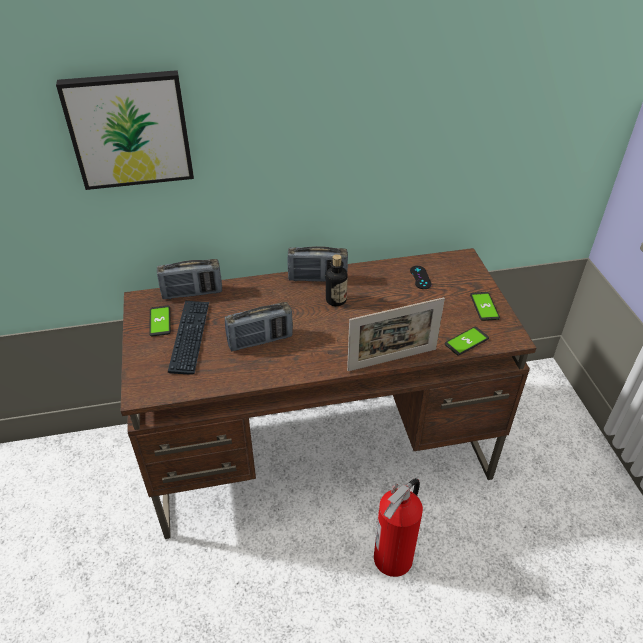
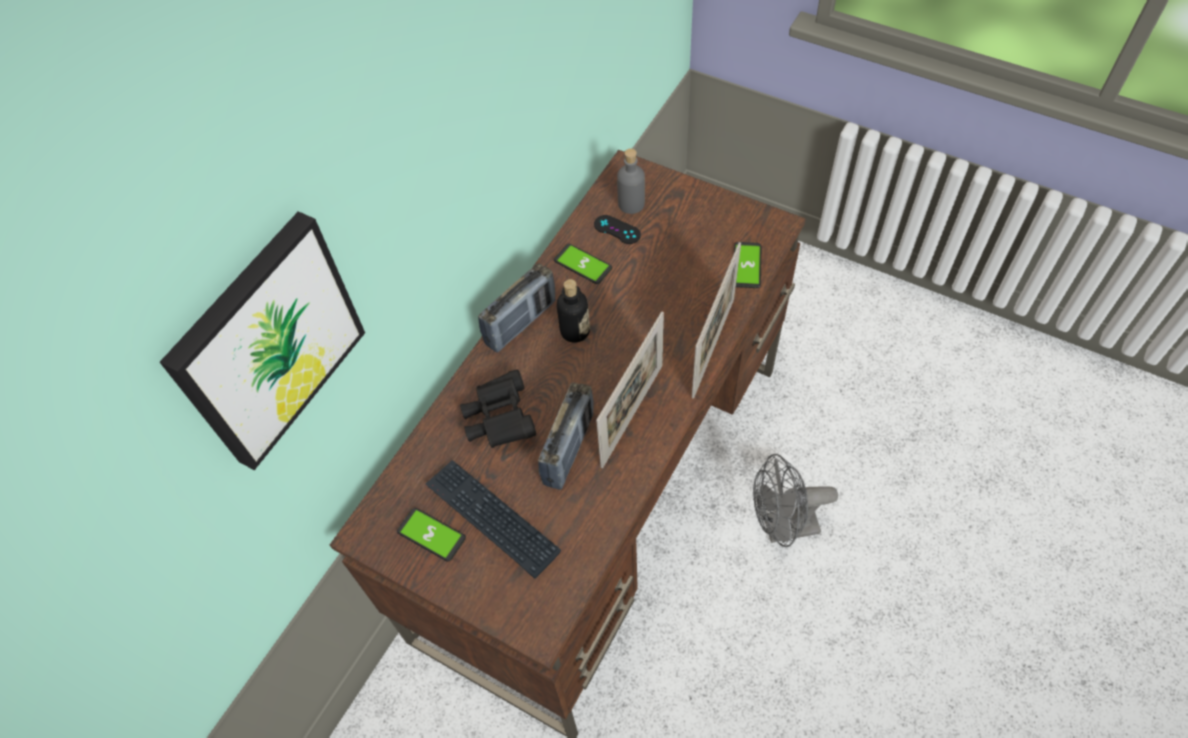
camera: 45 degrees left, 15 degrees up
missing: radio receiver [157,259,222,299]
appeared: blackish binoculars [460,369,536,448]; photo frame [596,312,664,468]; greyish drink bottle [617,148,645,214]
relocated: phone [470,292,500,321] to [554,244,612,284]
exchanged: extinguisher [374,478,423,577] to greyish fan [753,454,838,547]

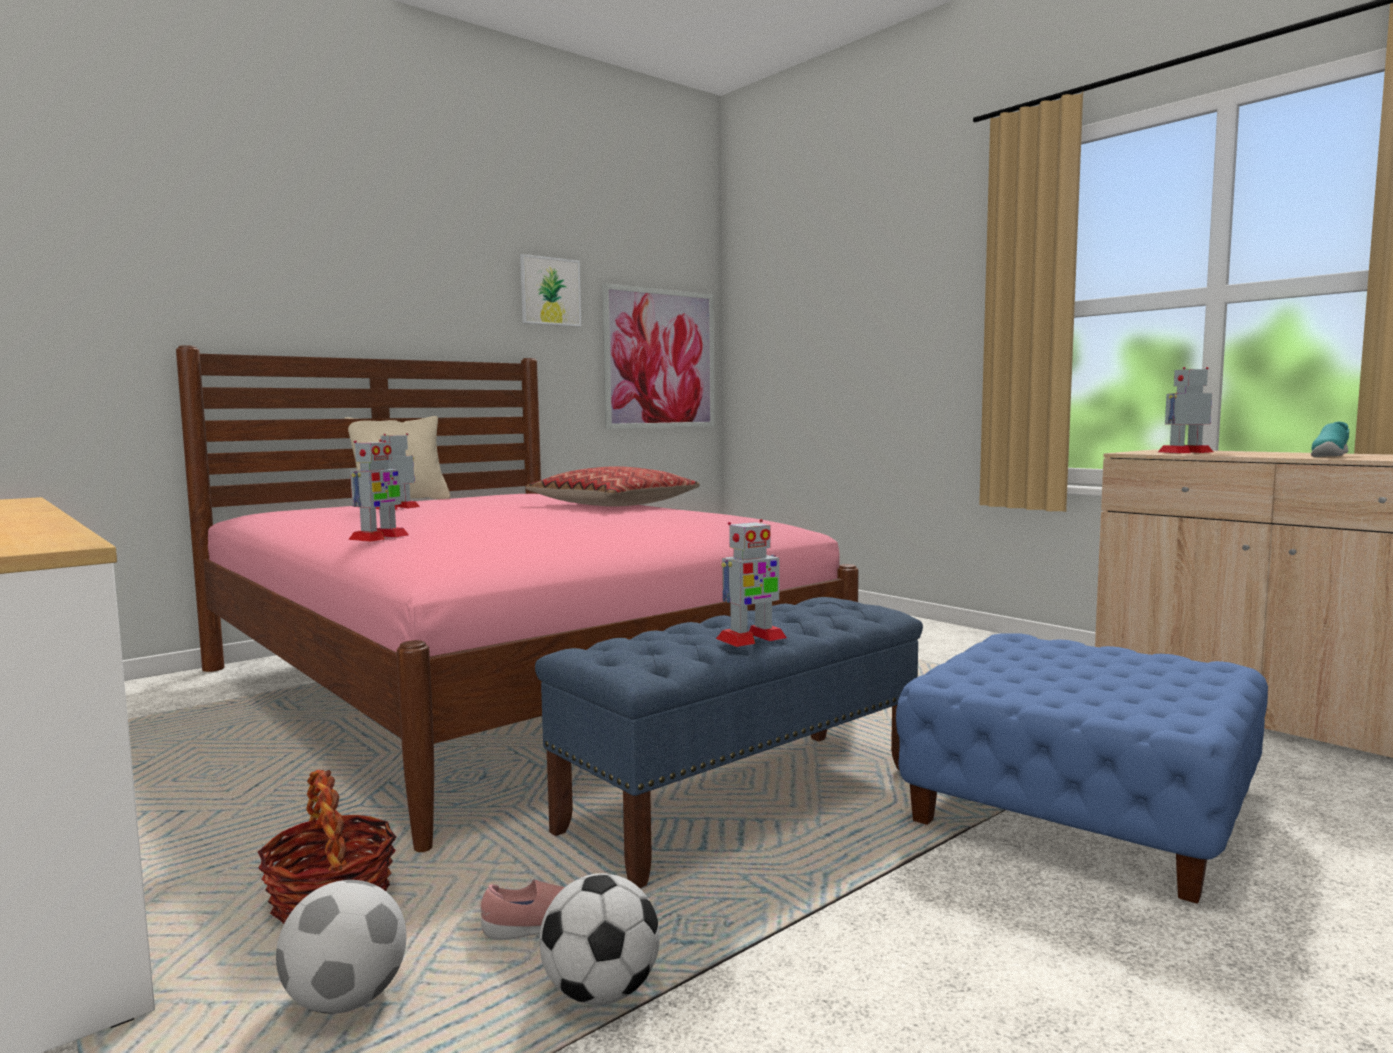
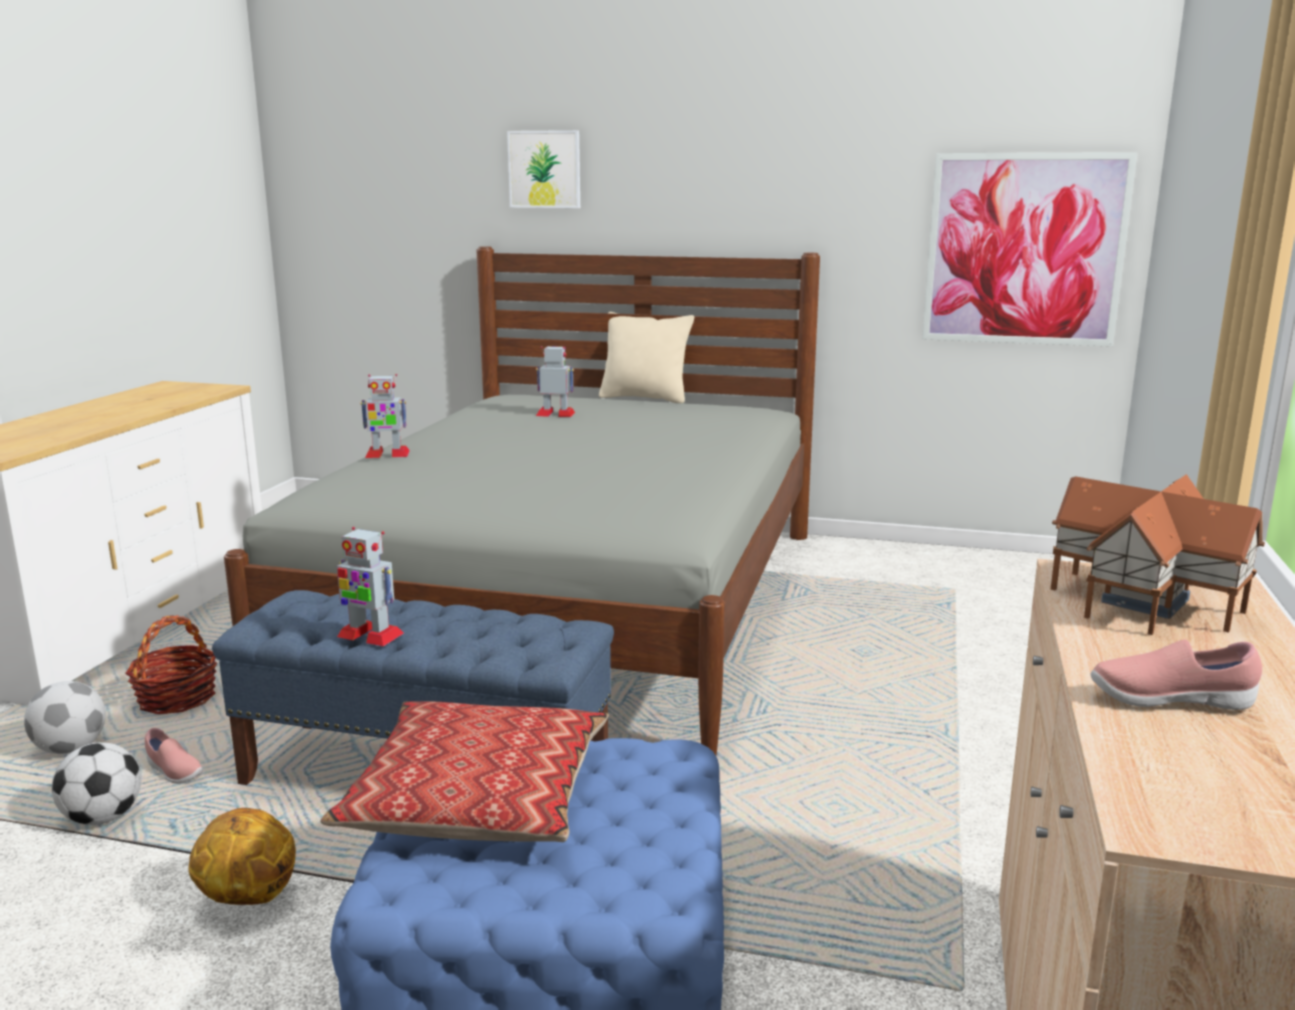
camera: 55 degrees right, 10 degrees up
appeared: ball for basketball [188,808,296,905]
relocated: throw pillow [526,466,700,507] to [320,701,609,842]; picture [520,254,581,327] to [507,130,580,208]
exchanged: robot figure [1158,367,1213,453] to toy house [1051,474,1265,635]
colour: pink-coloured bed [176,345,859,852] to greyish bed [224,246,820,755]; turquoise shoe [1311,422,1349,457] to pink-coloured shoe [1091,639,1262,710]

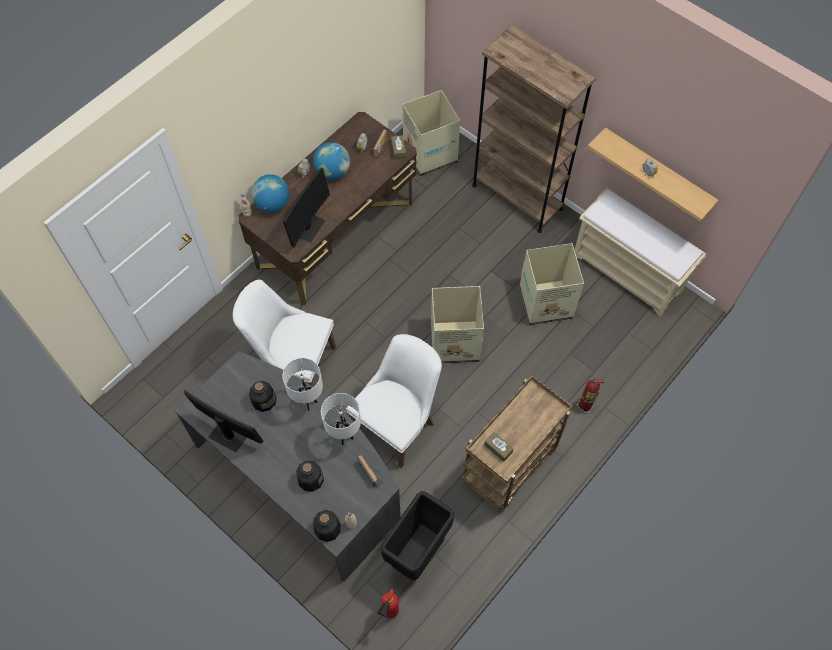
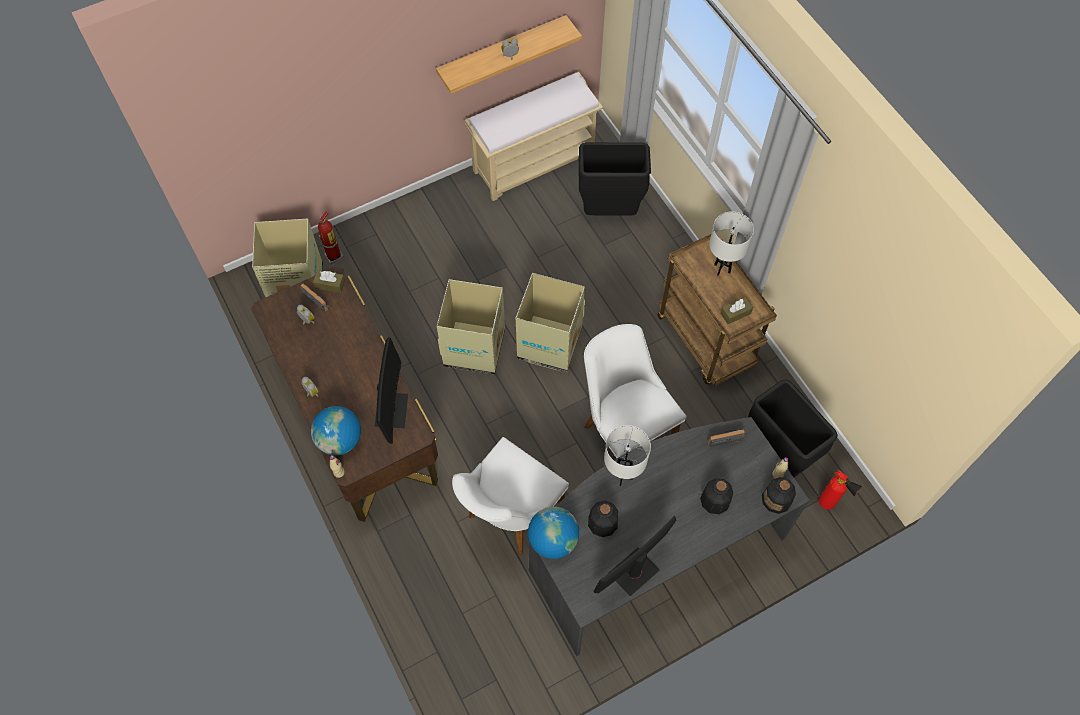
camera: 70 degrees left, 0 degrees up
missing: brown-coloured shelving unit [472,25,596,233]
appeared: blackish waste bin [578,142,651,215]
relocated: extinguisher [576,379,605,414] to [318,211,343,264]; packing box [519,243,584,325] to [437,279,505,375]; globe [313,142,350,180] to [528,507,579,559]; white-coloured tabletop lamp [321,393,361,445] to [709,212,754,275]
spun: computer display [283,168,330,248] = [374,337,408,444] 45 degrees clockwise

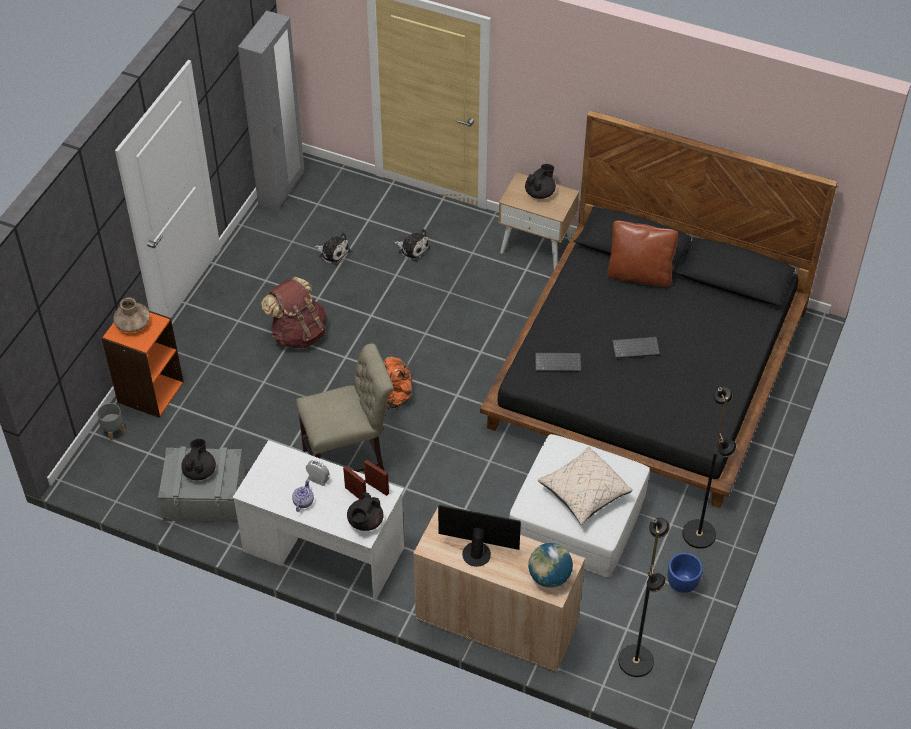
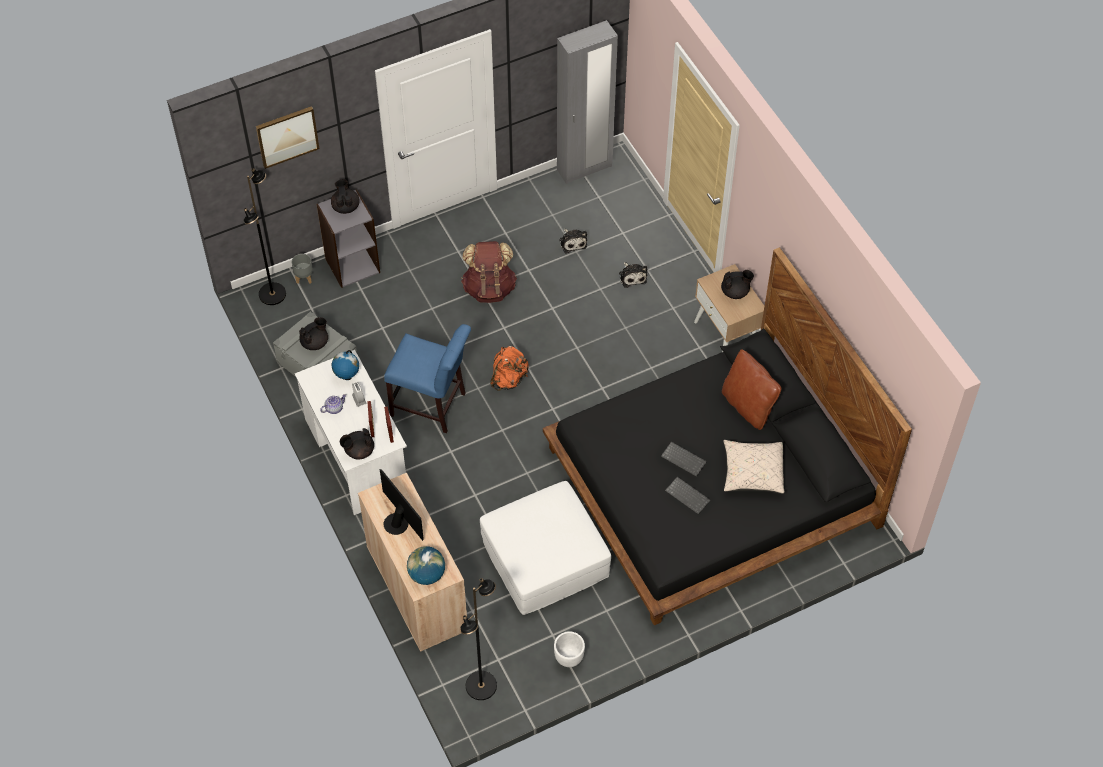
camera: 40 degrees right, 5 degrees up
appeared: picture [256,106,319,169]; globe [332,350,359,380]
relocated: blackish floor lamp [682,386,737,549] to [244,168,286,305]; keyboard [535,353,581,372] to [665,477,711,514]; beige throw pillow [538,447,632,525] to [723,440,785,494]
exchanged: brown-coloured vase [113,298,150,332] to blackish pot for tea [331,179,360,214]
colour: orange-coloured shelving unit [101,311,184,418] to greyish shelving unit [316,189,380,288]; beige upright chair [296,343,394,472] to blue-coloured upright chair [384,324,471,433]; blue-coloured plant pot [668,553,703,593] to white-coloured plant pot [554,631,585,667]

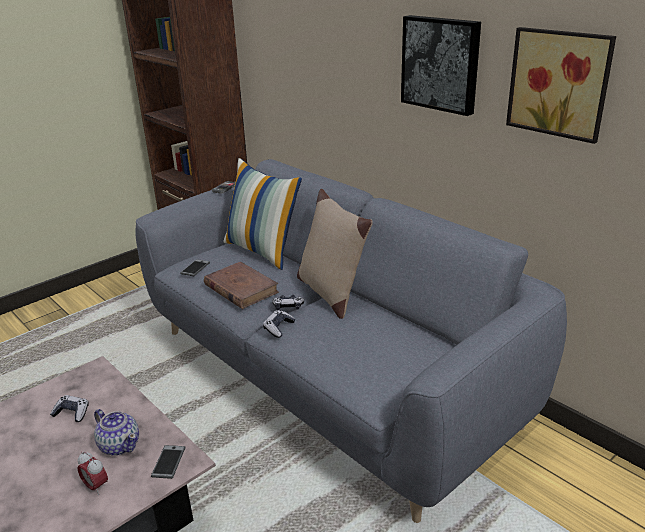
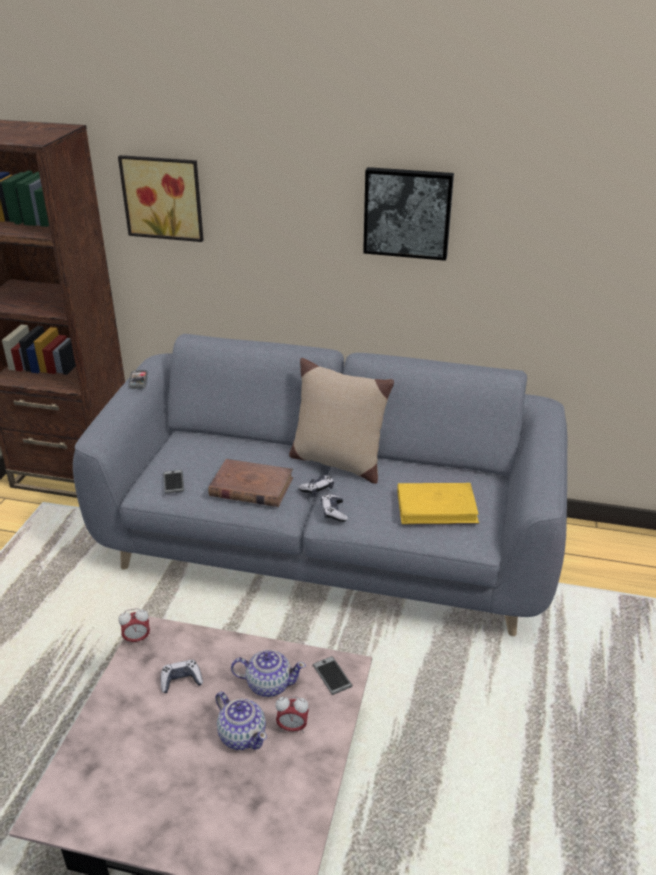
camera: 35 degrees left, 5 degrees up
missing: throw pillow [224,158,302,270]
appeared: table clock [118,608,150,645]; pot for tea [216,692,267,750]; yellowish volume [397,483,479,524]
relocated: picture [506,27,616,144] to [118,155,204,242]

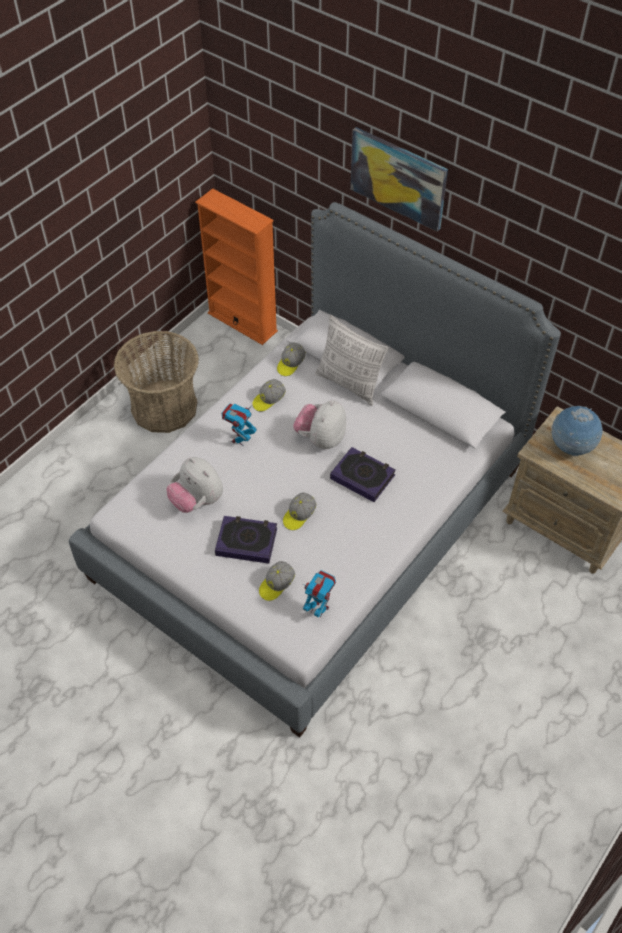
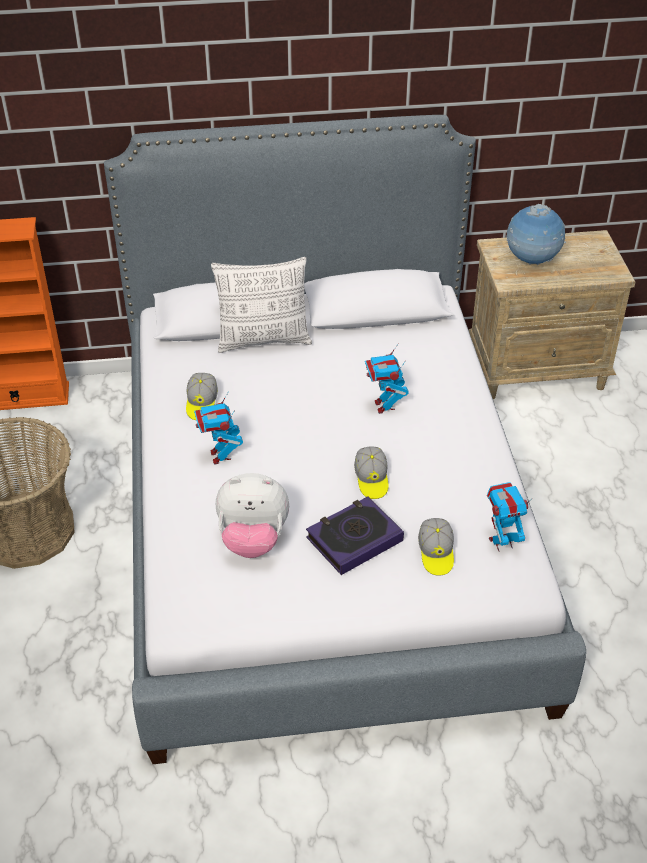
camera: 45 degrees left, 10 degrees down
missing: cap [277,342,306,376]; cuddly toy [293,400,346,449]; picture [350,127,448,231]
exchanged: volume [330,447,396,502] to robot figure [365,343,409,414]

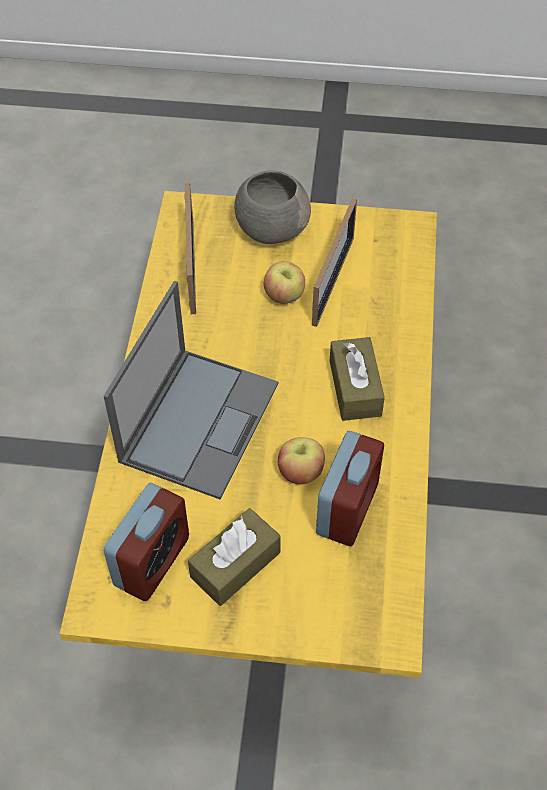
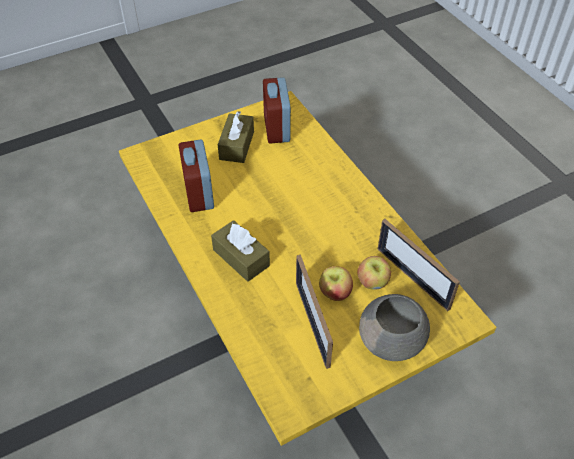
camera: 145 degrees right, 5 degrees down
missing: portable computer [104,281,279,499]
relocated: apple [278,437,325,485] to [357,256,391,290]

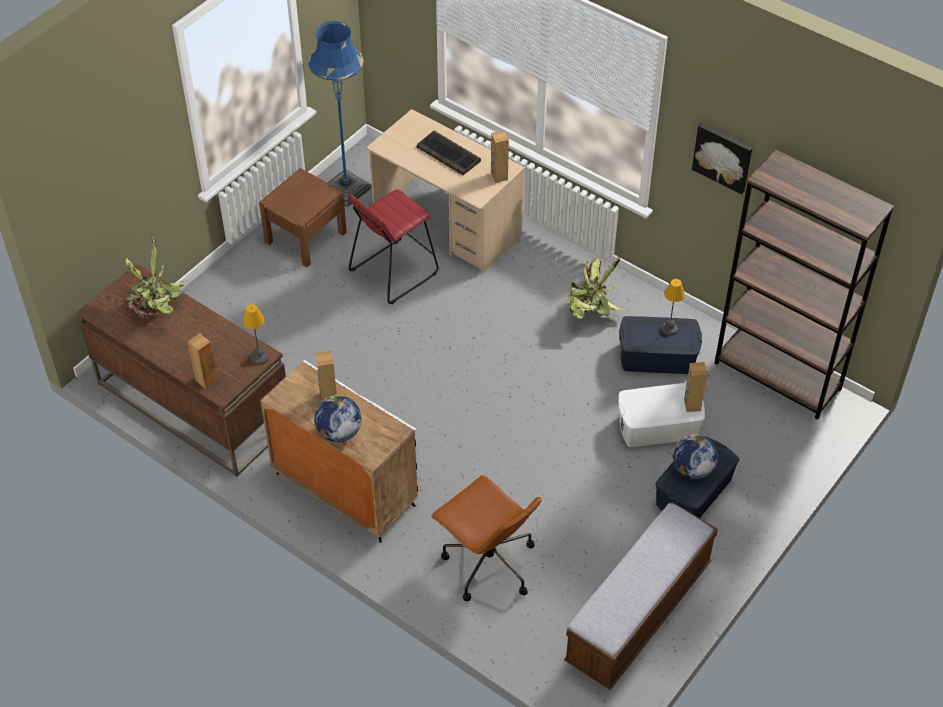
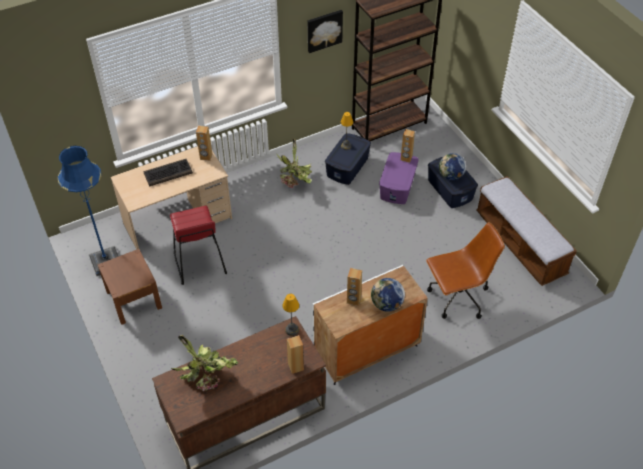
camera: 65 degrees left, 0 degrees up
colour: white-coloured storage box [618,383,705,447] to purple-coloured storage box [379,152,419,204]

